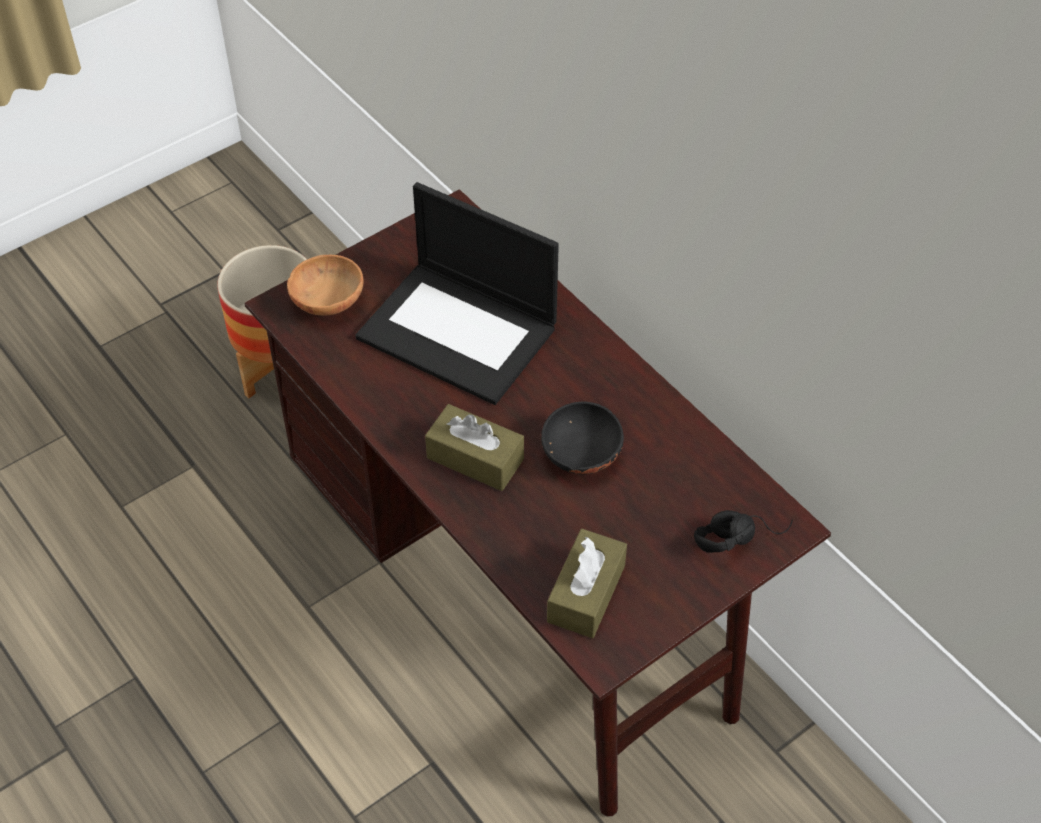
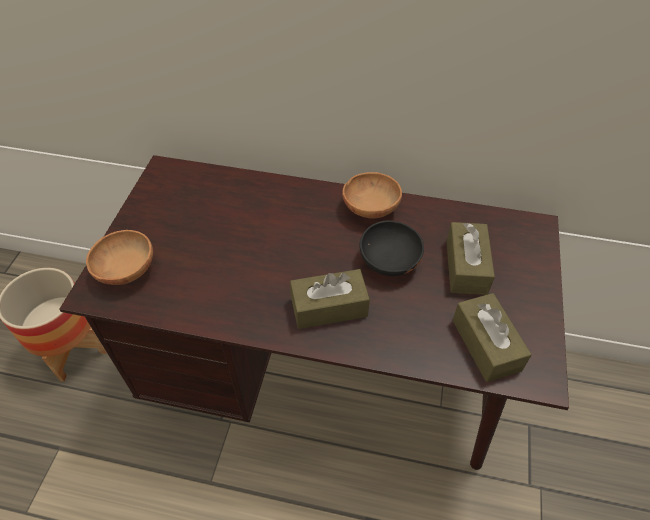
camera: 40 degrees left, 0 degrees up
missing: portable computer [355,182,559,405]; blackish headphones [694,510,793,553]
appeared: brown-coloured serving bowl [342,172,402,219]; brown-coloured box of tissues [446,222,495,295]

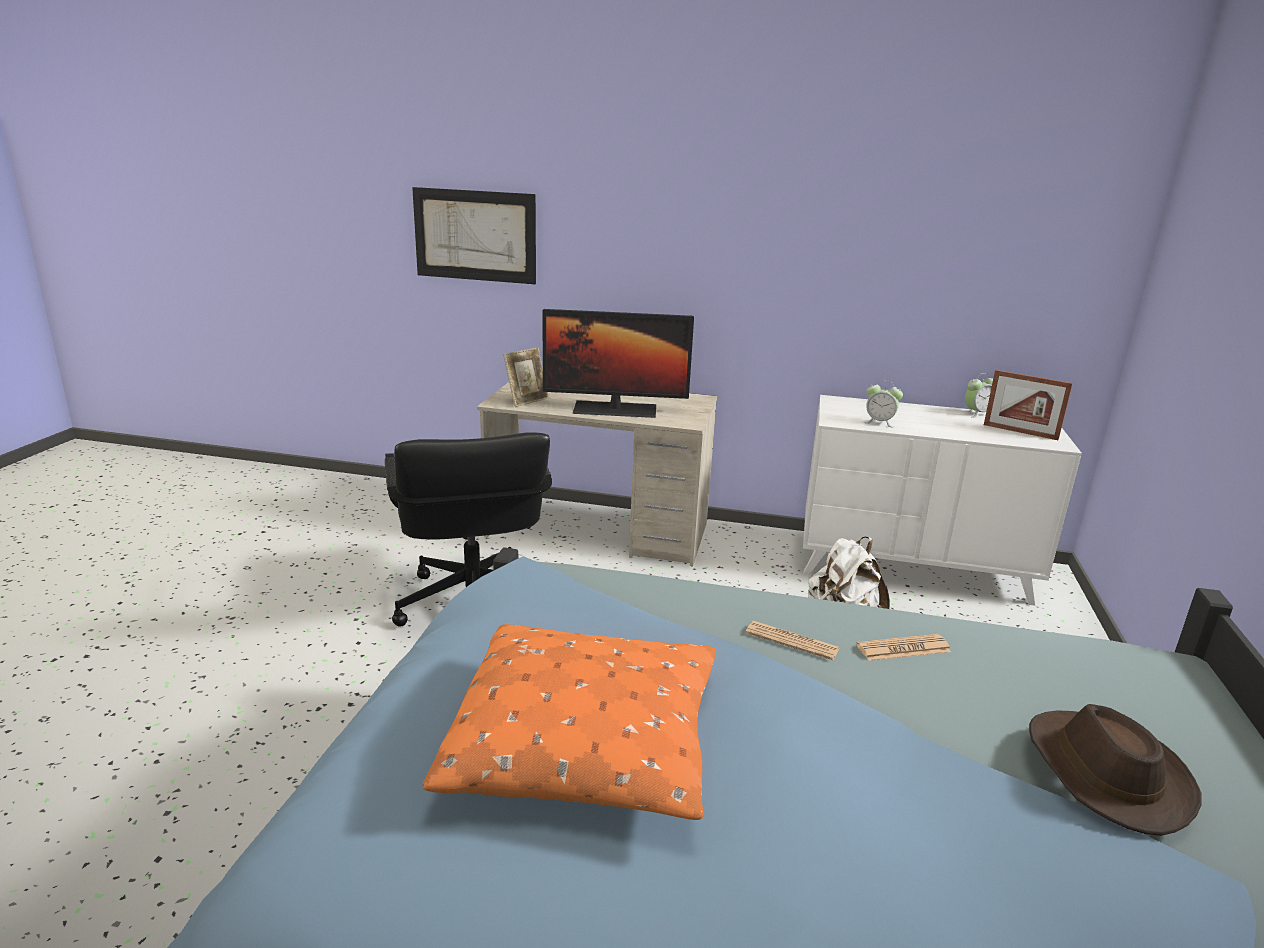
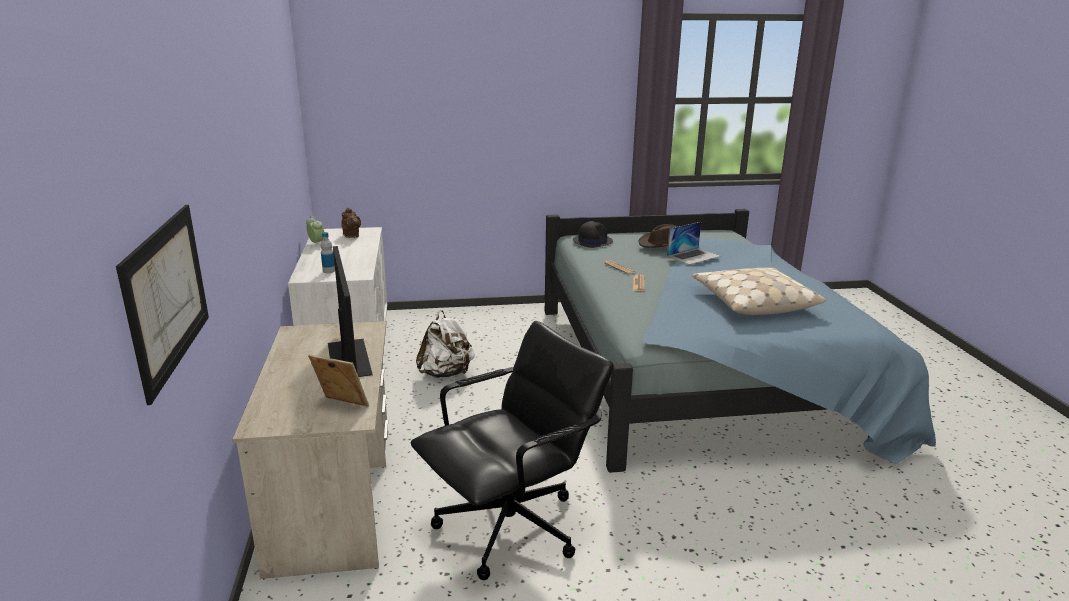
camera: 110 degrees left, 0 degrees up
missing: table clock [864,380,903,428]
appeared: drink bottle [321,232,335,273]; blackish clothing hat [573,221,613,248]; portable computer [667,222,721,265]
exchanged: photo frame [984,370,1073,440] to brown-coloured pot for tea [341,208,361,238]
colour: orange-coloured throw pillow [422,624,716,820] to beige throw pillow [692,268,826,315]

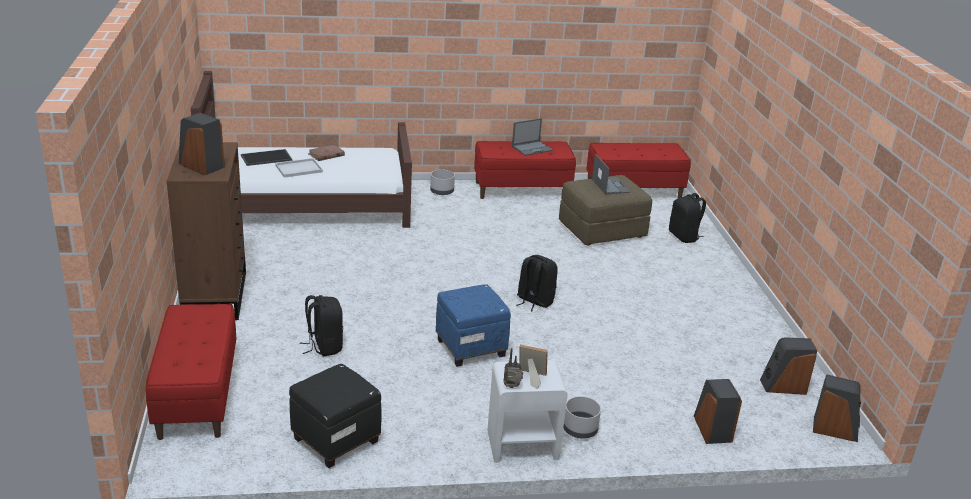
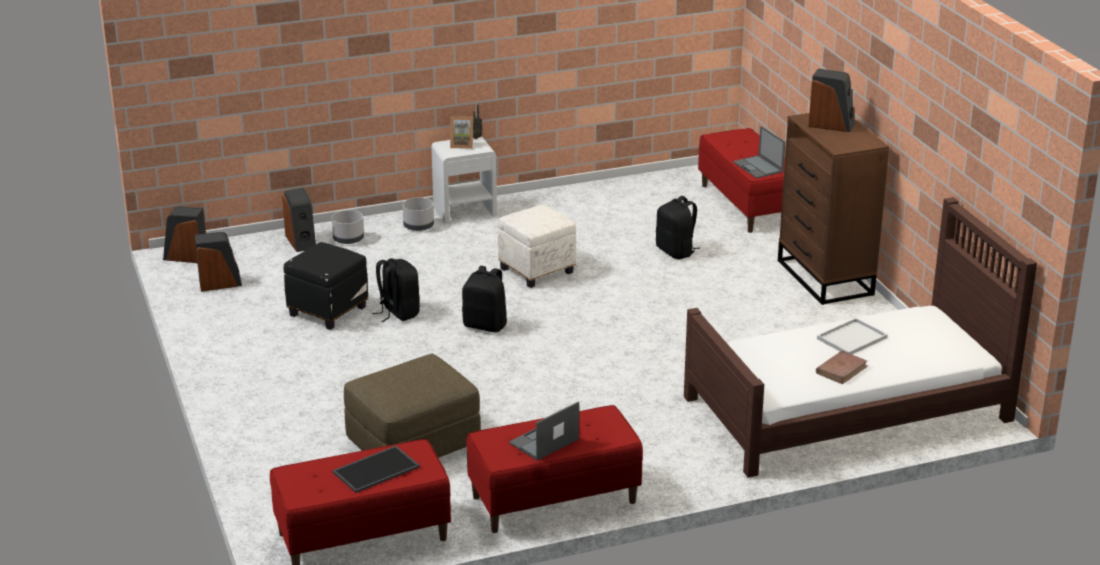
camera: 170 degrees right, 0 degrees up
relocated: blackish ottoman [289,364,382,468] to [284,242,368,330]; greyish plant pot [430,169,455,195] to [332,210,364,244]; serving tray [241,149,292,166] to [333,446,420,493]; blackish rucksack [669,193,706,243] to [372,258,420,322]; portable computer [592,154,630,194] to [733,126,785,178]
colour: blue-coloured ottoman [436,284,511,367] to white-coloured ottoman [498,204,576,288]

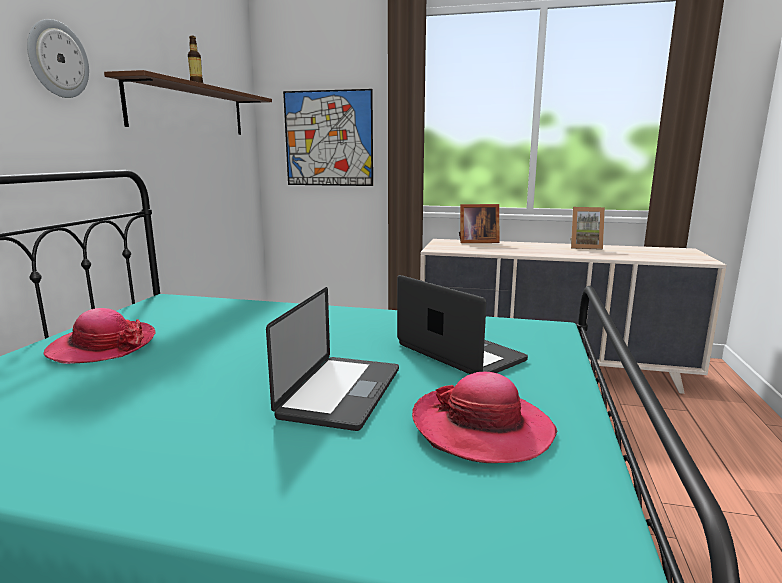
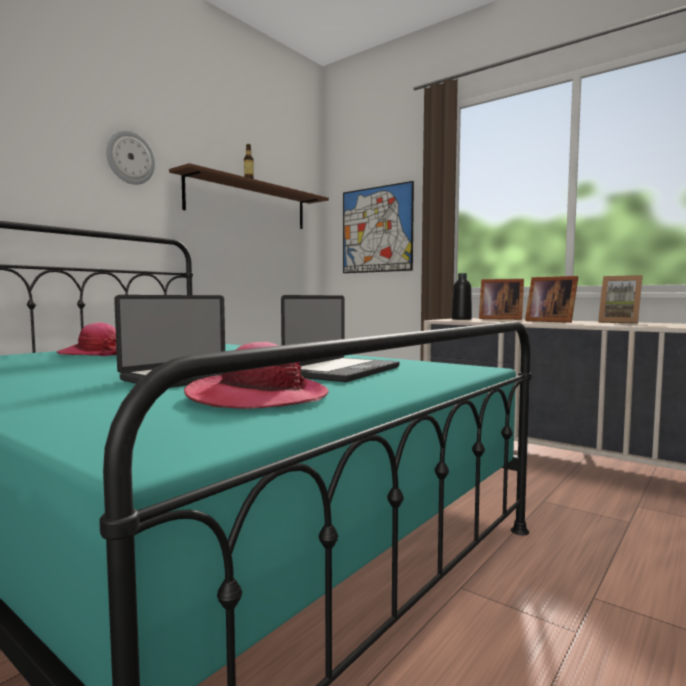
camera: 25 degrees right, 10 degrees down
appeared: blackish drink bottle [452,273,472,320]; photo frame [525,276,578,323]
spun: portable computer [397,275,528,374] = [281,295,399,382] 45 degrees clockwise

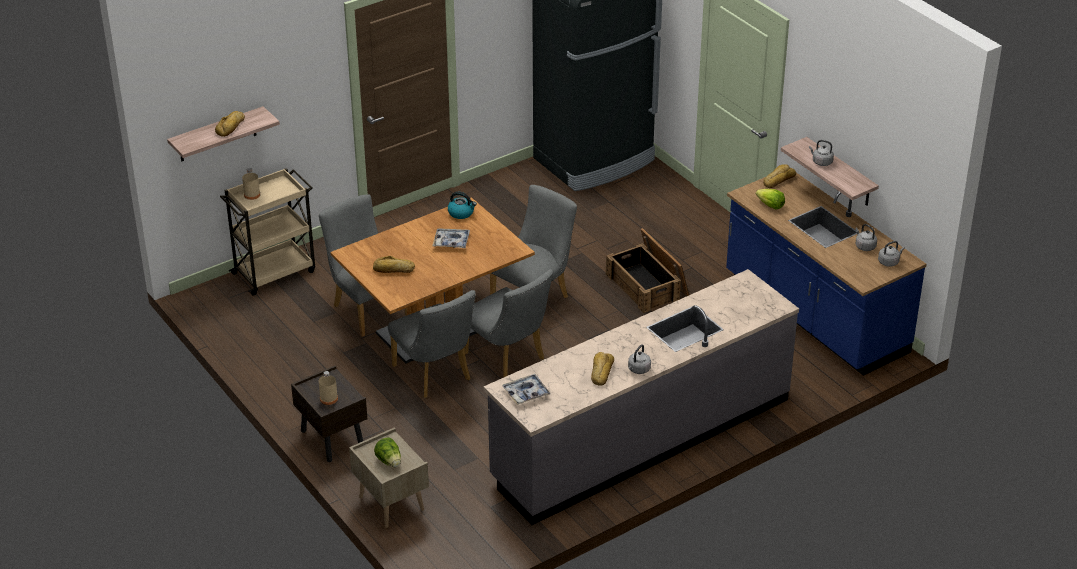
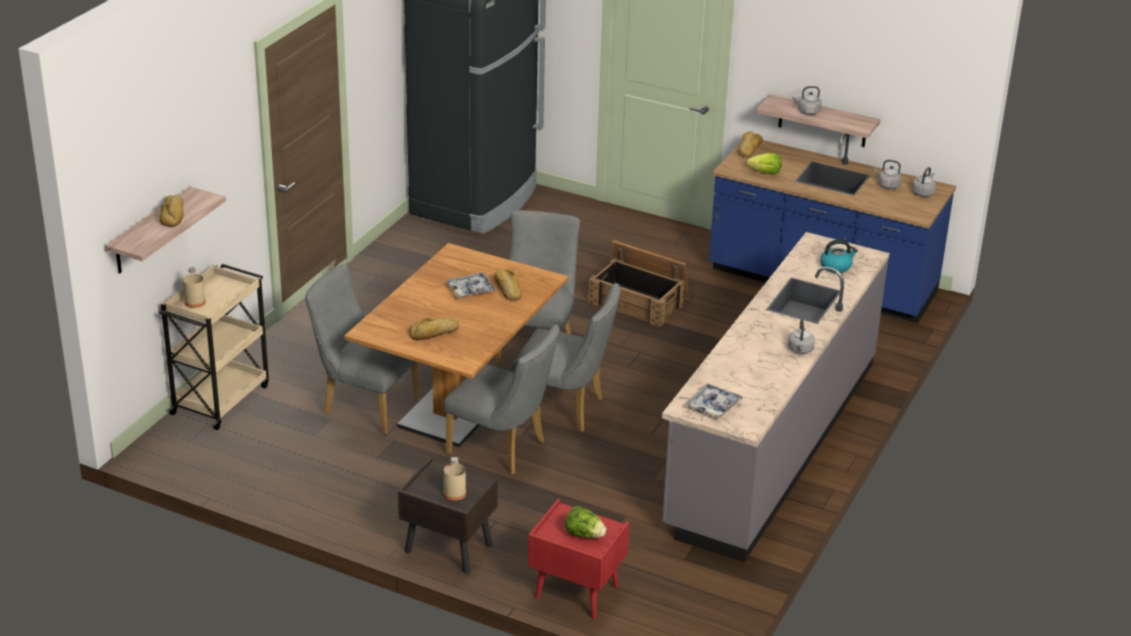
camera: 30 degrees left, 5 degrees down
relocated: bakery bread [591,352,614,386] to [494,269,522,300]; tea kettle [448,192,477,219] to [820,239,858,273]
colour: beige nightstand [349,428,429,528] to red-coloured nightstand [528,499,630,619]

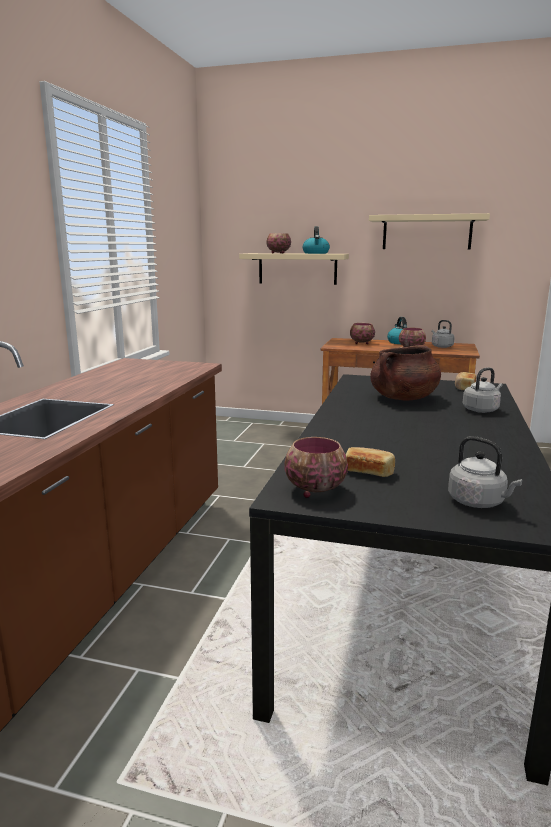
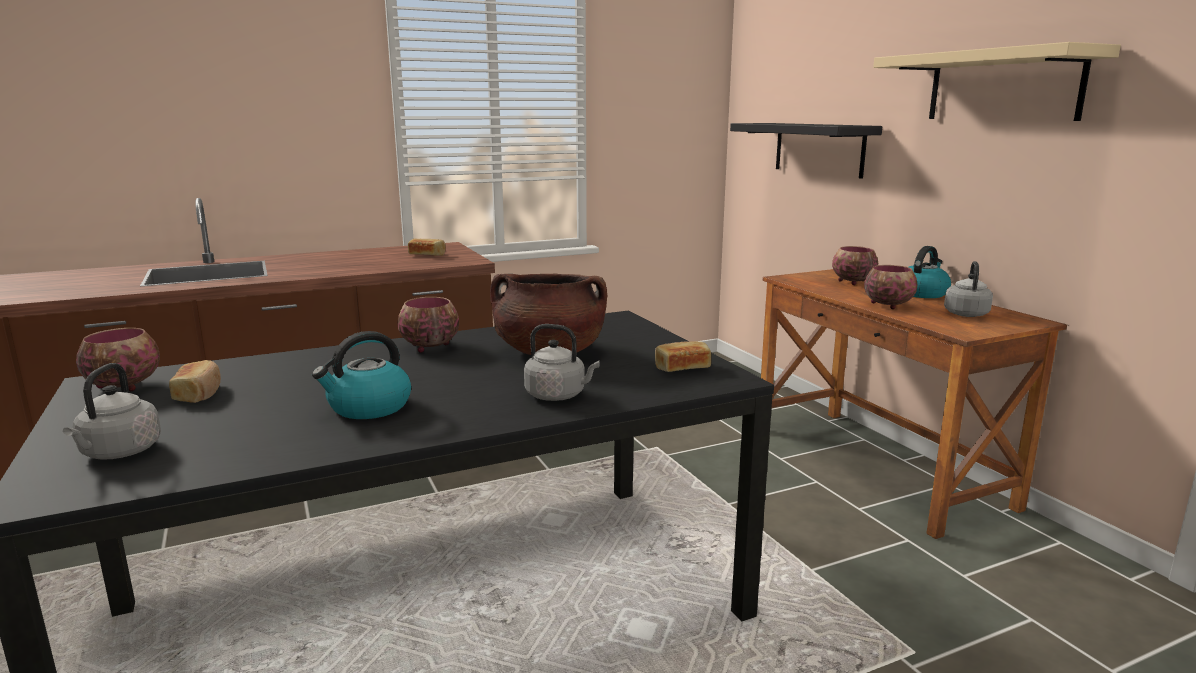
camera: 50 degrees right, 0 degrees up
appeared: bakery bread [408,239,446,256]
relocated: tea kettle [303,226,330,254] to [312,331,411,419]; serving bowl [266,233,291,253] to [397,297,459,353]
colour: beige bracket shelf [239,253,349,285] to blackish bracket shelf [730,123,882,179]

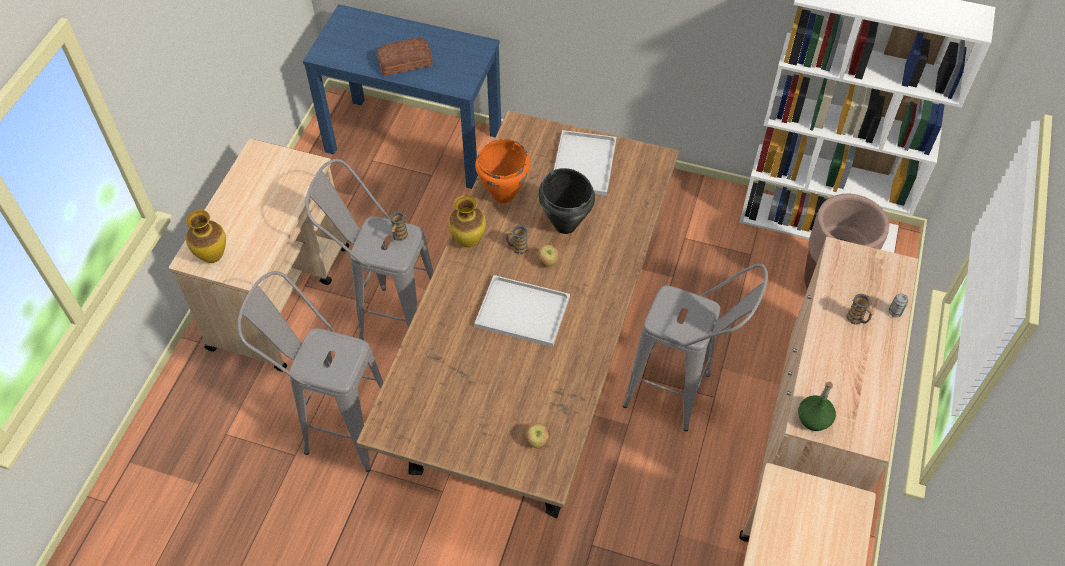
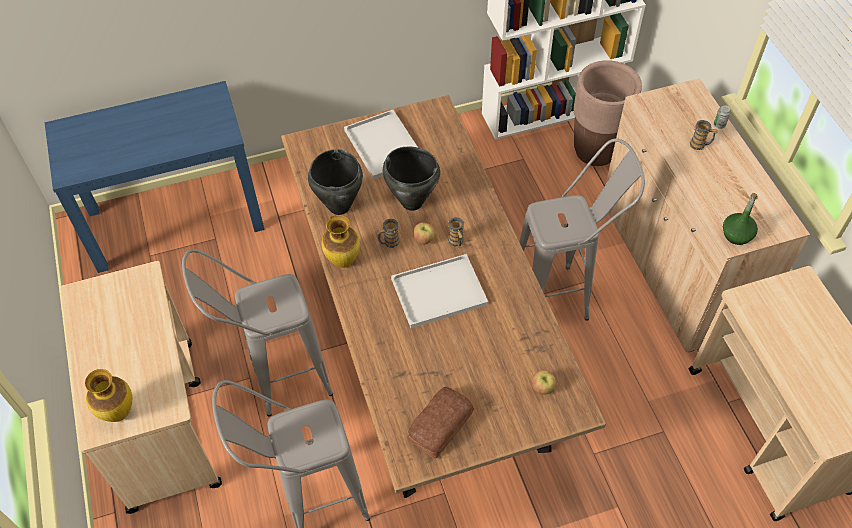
camera: 35 degrees left, 0 degrees up
relocated: bakery bread [376,38,433,76] to [407,387,474,459]; coffee mug [390,211,408,241] to [448,217,464,247]
colour: orange-coloured saucepot [475,139,530,203] to blackish saucepot [308,149,363,215]

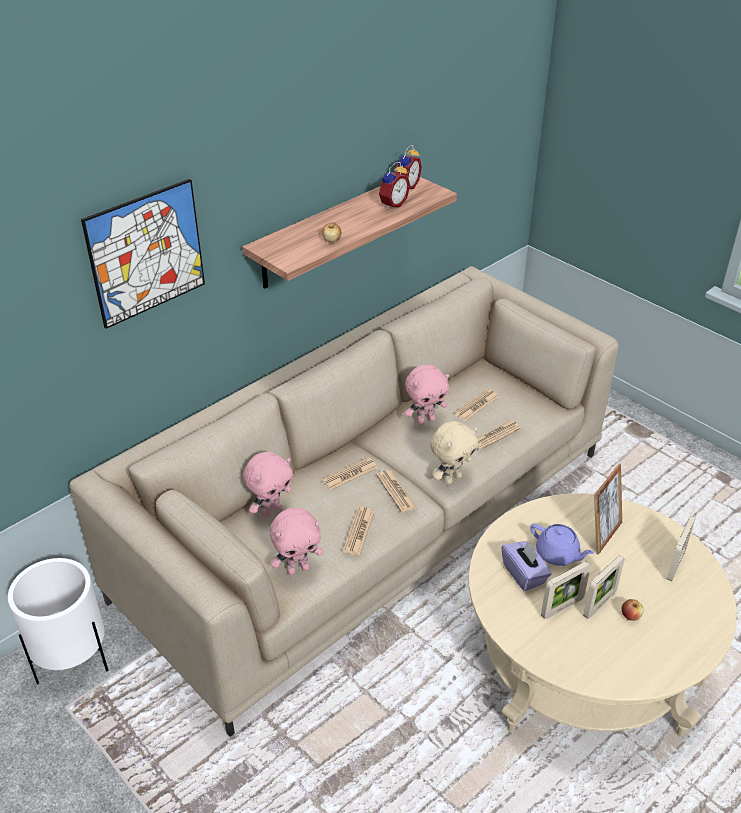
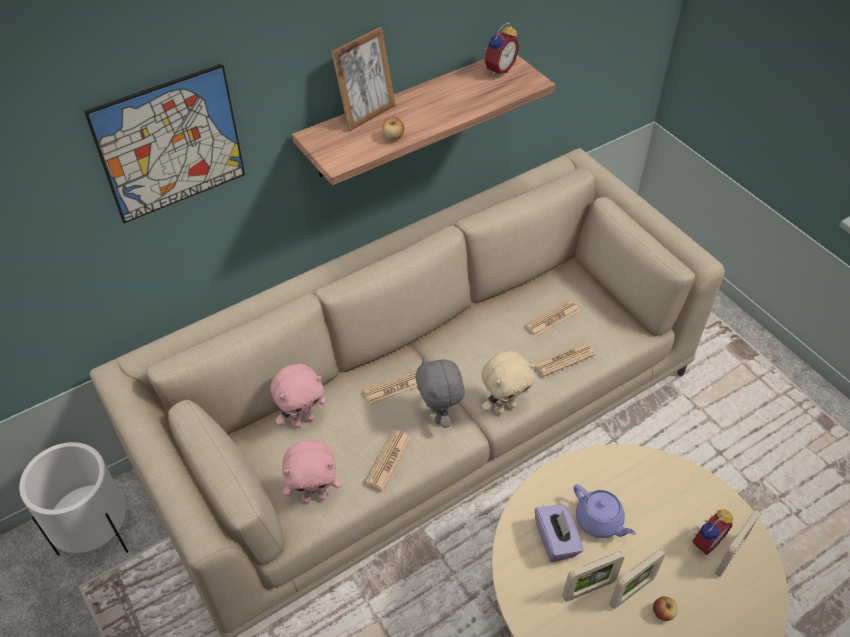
camera: 10 degrees right, 10 degrees up
missing: pink-coloured cuddly toy [405,365,449,425]
relocated: photo frame [594,463,622,555] to [331,27,396,131]; table clock [379,162,410,209] to [693,509,733,555]
exchanged: printed paper [376,470,417,513] to greyish cuddly toy [416,357,465,428]

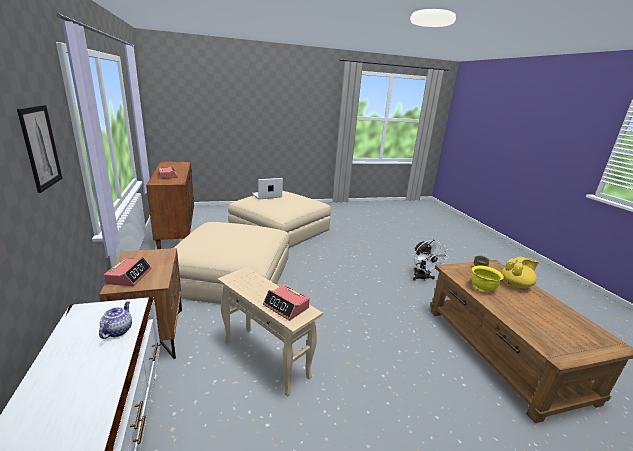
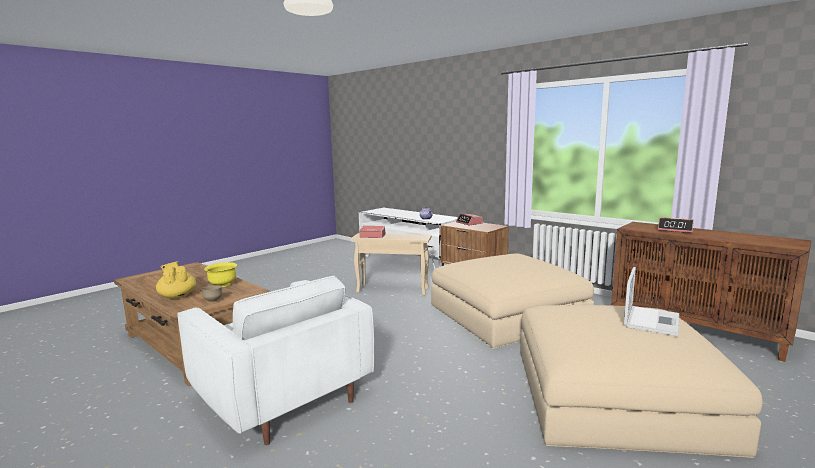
camera: 150 degrees right, 10 degrees down
missing: picture [17,105,63,193]
exchanged: white-coloured fan [413,240,449,280] to white-coloured lounge chair [177,276,374,445]
spun: yellowish pot for tea [501,257,539,288] = [156,261,196,299] 105 degrees clockwise

